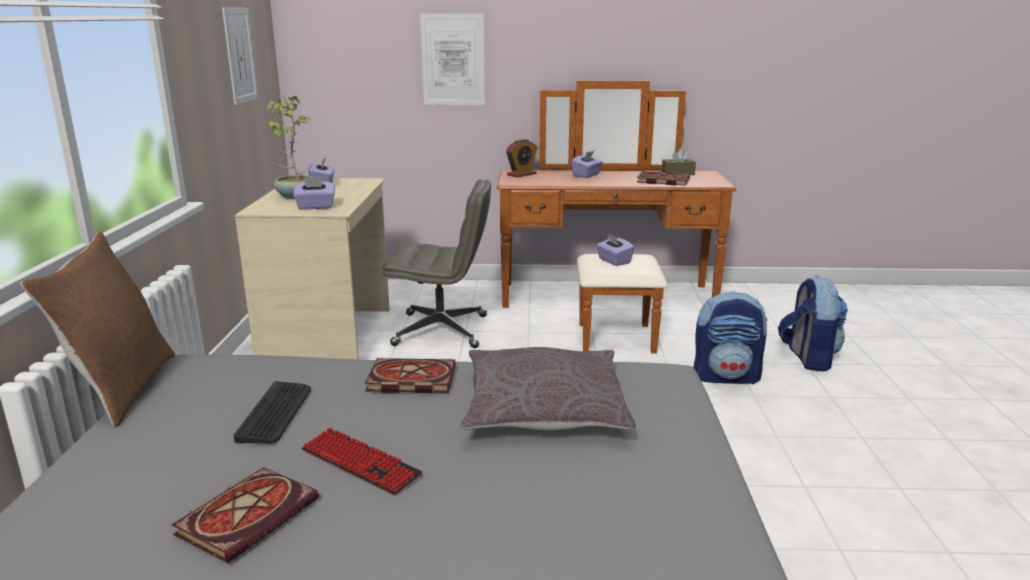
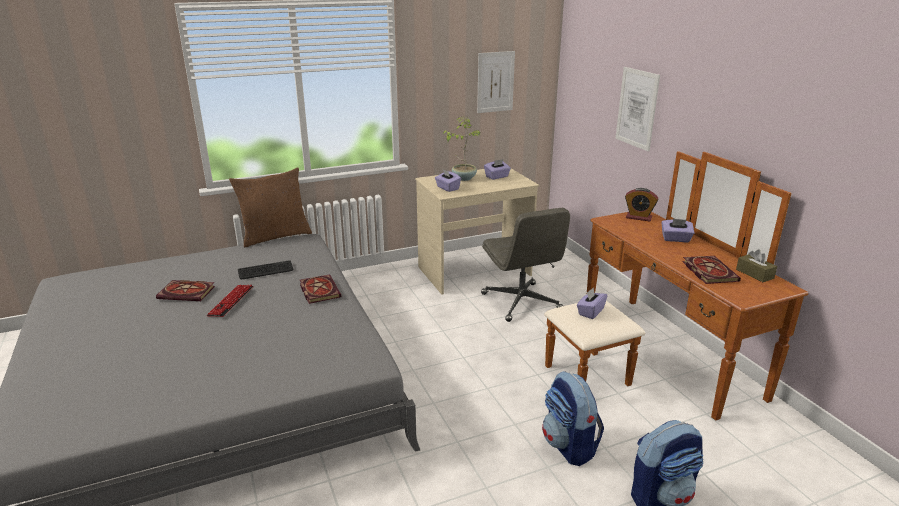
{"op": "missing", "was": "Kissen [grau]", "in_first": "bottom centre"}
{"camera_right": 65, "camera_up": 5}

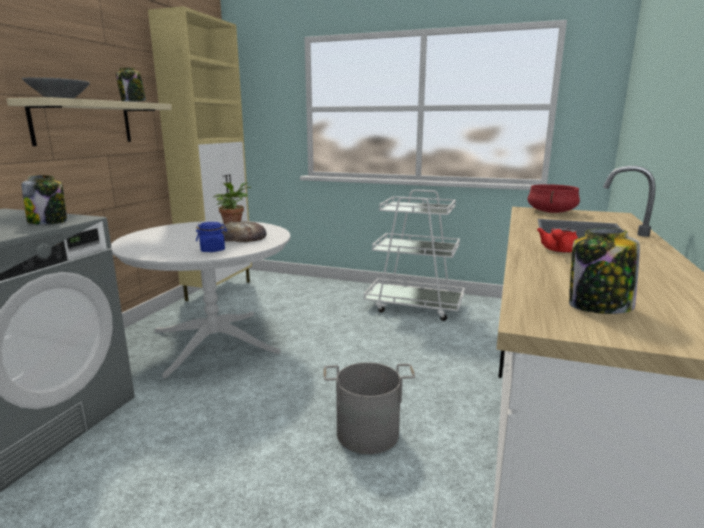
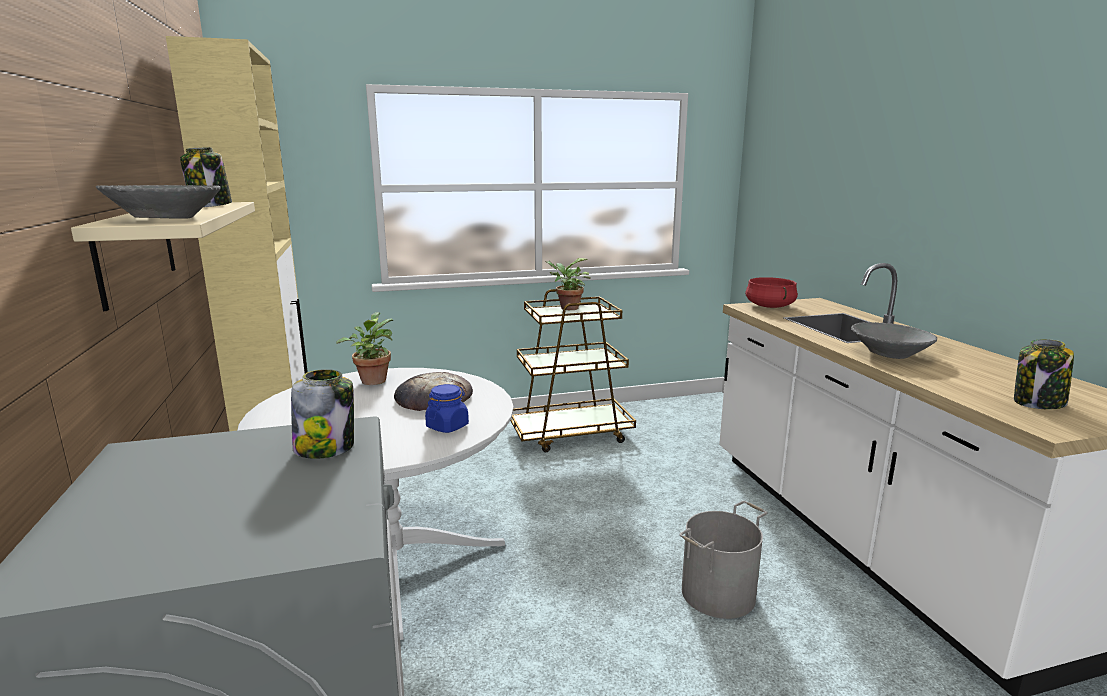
{"op": "colour", "was": "Rollwagen [weiß]", "now": "Rollwagen [braun]", "in_first": "centre", "in_second": "centre"}
{"op": "exchanged", "was": "Teekanne [rot]", "now": "Schüssel [grau] (no. 2 from left)", "in_first": "middle right", "in_second": "middle right"}
{"op": "appeared", "now": "Topfpflanze (no. 2 from left)", "in_second": "centre"}
{"camera_right": -35, "camera_up": 0}

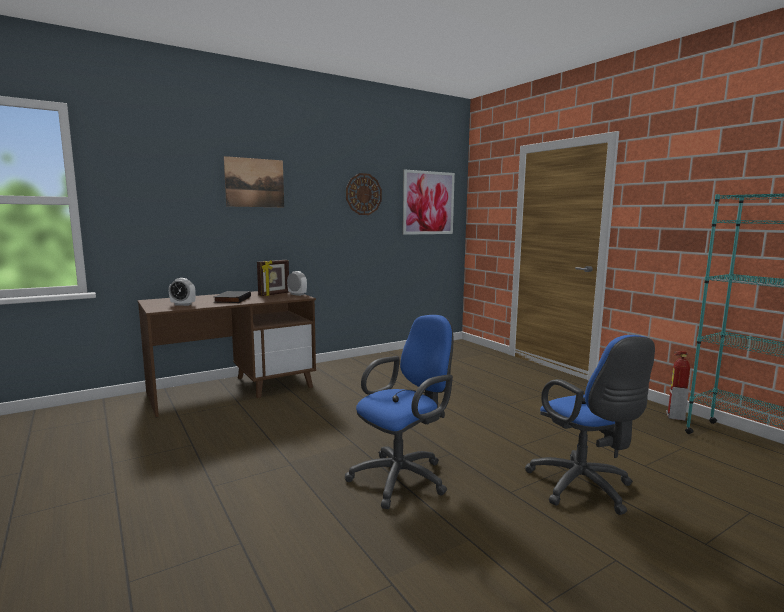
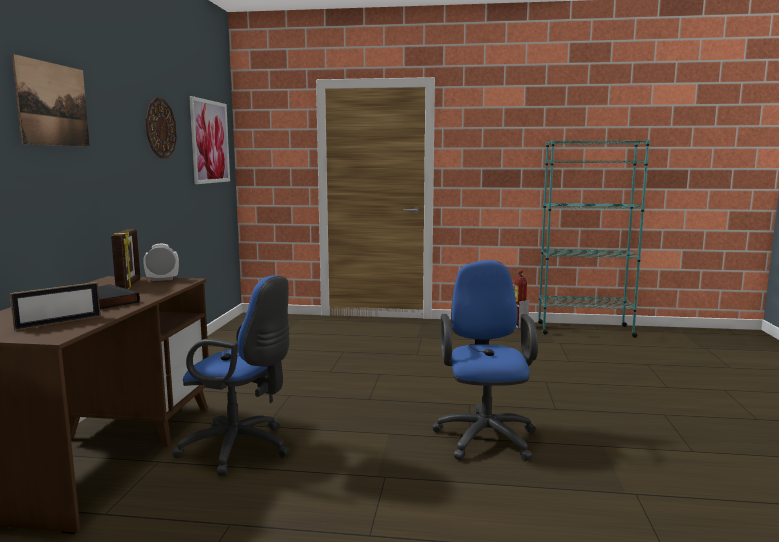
{"op": "exchanged", "was": "Wecker (no. 1 from left)", "now": "Bilderrahmen (no. 1 from left)", "in_first": "middle left", "in_second": "middle left"}
{"op": "relocated", "was": "Bürostuhl [blau] (no. 2 from left in the first image)", "now": "Bürostuhl [blau] (no. 1 from left)", "in_first": "bottom right", "in_second": "bottom left"}
{"camera_right": -50, "camera_up": 0}

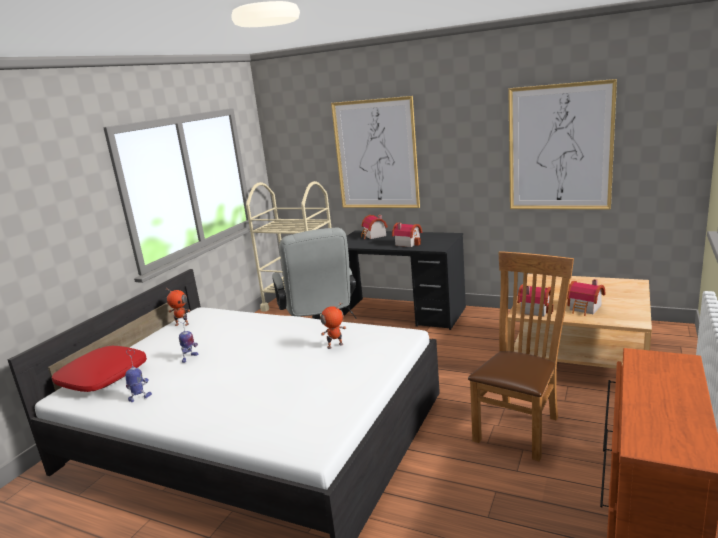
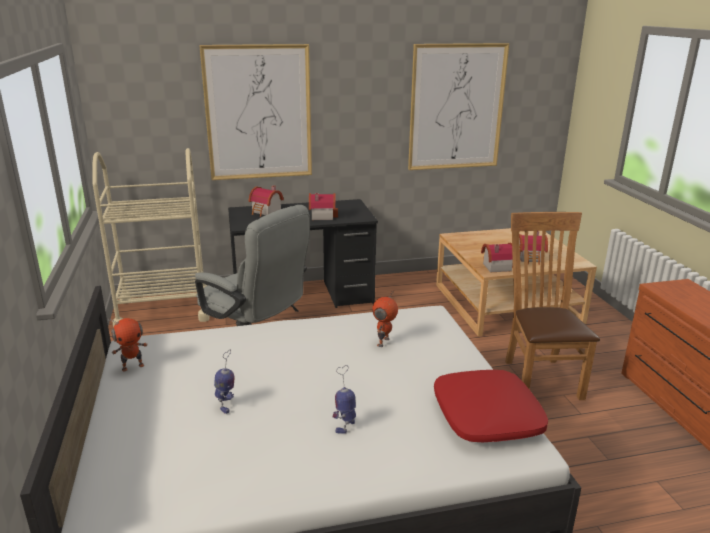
{"op": "relocated", "was": "Kissen [rot]", "in_first": "bottom left", "in_second": "bottom right"}
{"op": "relocated", "was": "Spielzeugroboter (no. 1 from left in the first image)", "now": "Spielzeugroboter (no. 3 from left)", "in_first": "bottom left", "in_second": "bottom centre"}
{"camera_right": -40, "camera_up": 5}

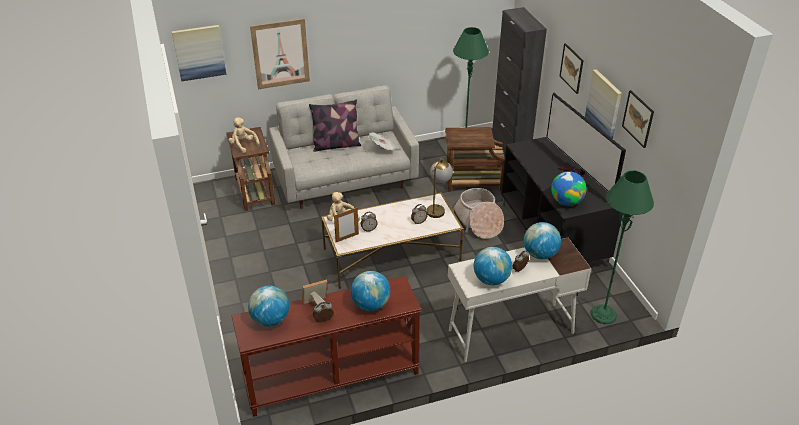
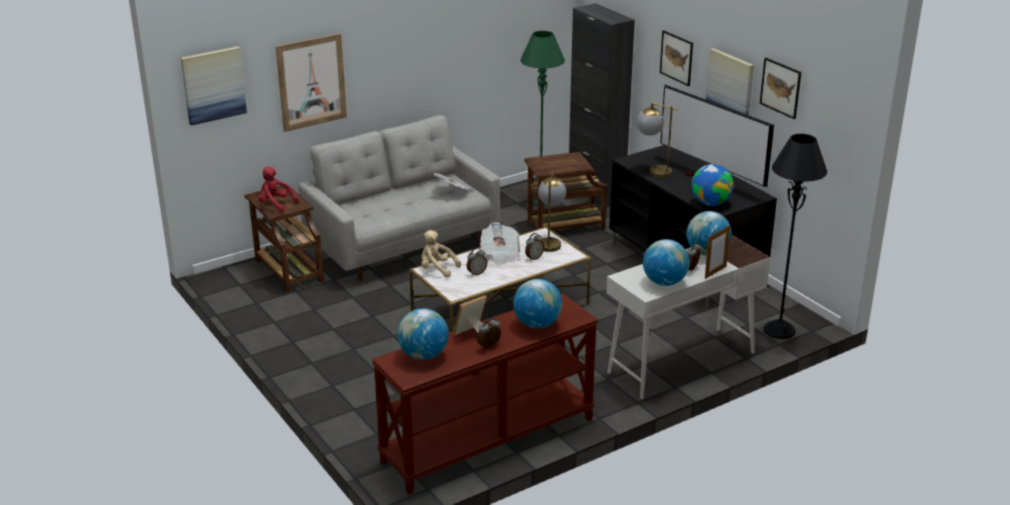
{"op": "colour", "was": "Plüschtier [beige] (no. 1 from left)", "now": "Plüschtier [rot]", "in_first": "top left", "in_second": "middle left"}
{"op": "missing", "was": "Kissen", "in_first": "top centre"}
{"op": "relocated", "was": "Bilderrahmen (no. 2 from left)", "in_first": "centre", "in_second": "middle right"}
{"op": "missing", "was": "Korb", "in_first": "centre"}
{"op": "colour", "was": "Stehlampe [grün] (no. 2 from left)", "now": "Stehlampe [schwarz]", "in_first": "middle right", "in_second": "middle right"}
{"op": "appeared", "now": "Zeitung (no. 2 from left)", "in_second": "centre"}
{"op": "appeared", "now": "Tischlampe (no. 2 from left)", "in_second": "top centre"}
{"camera_right": -15, "camera_up": -10}

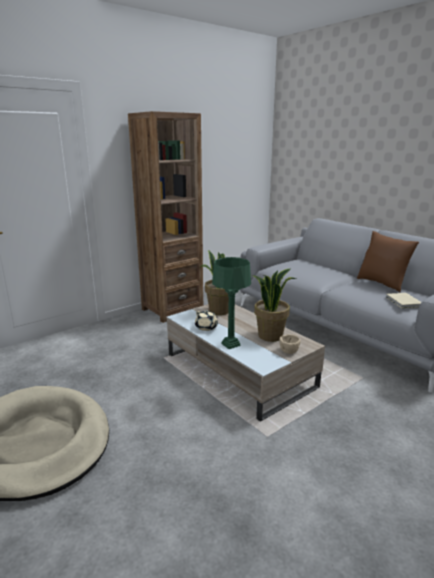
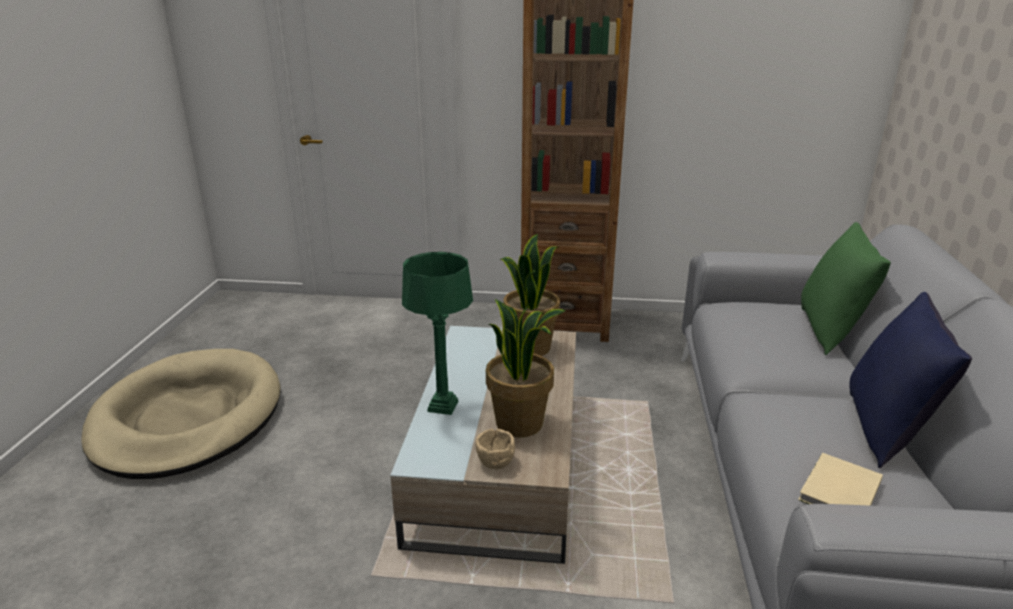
{"op": "missing", "was": "Teekanne [beige]", "in_first": "centre"}
{"op": "colour", "was": "Kissen [braun]", "now": "Kissen [blau]", "in_first": "middle right", "in_second": "middle right"}
{"op": "appeared", "now": "Kissen [grün]", "in_second": "middle right"}
{"camera_right": 45, "camera_up": 5}

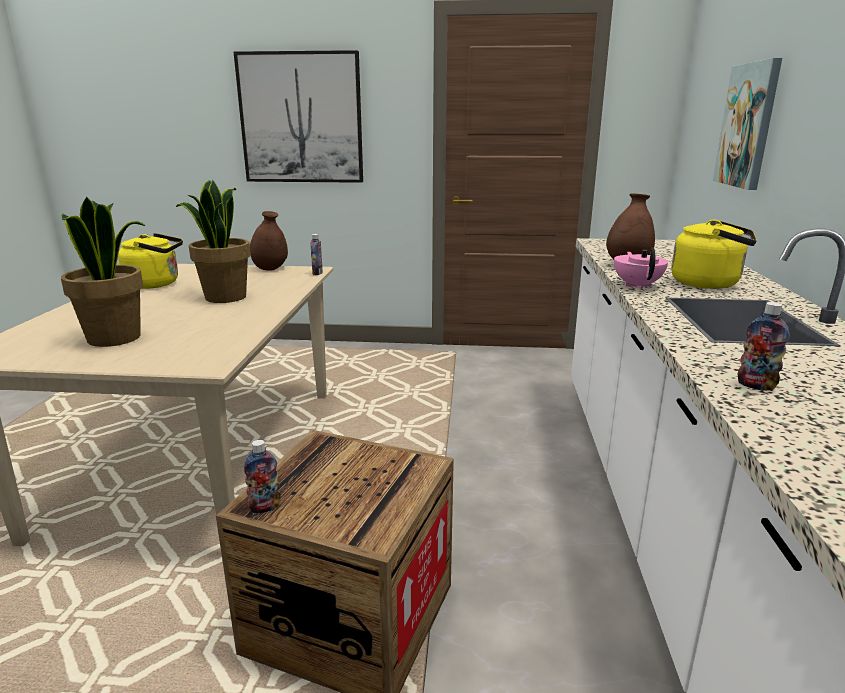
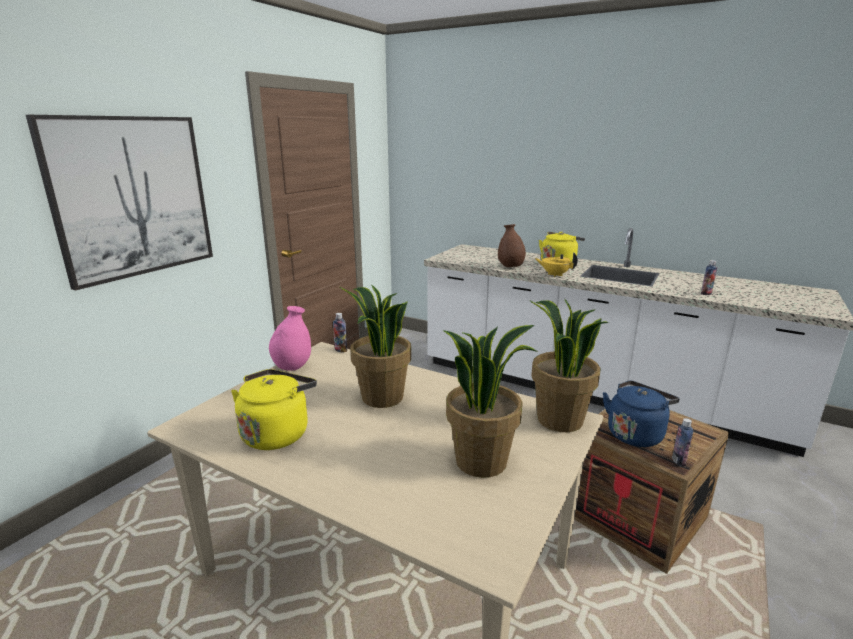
{"op": "colour", "was": "Vase [braun] (no. 1 from left)", "now": "Vase [rosa]", "in_first": "middle left", "in_second": "centre"}
{"op": "colour", "was": "Teekanne [rosa]", "now": "Teekanne [gelb]", "in_first": "middle right", "in_second": "centre"}
{"op": "missing", "was": "Bild (no. 2 from left)", "in_first": "top right"}
{"op": "appeared", "now": "Topfpflanze (no. 3 from left)", "in_second": "middle right"}
{"op": "appeared", "now": "Wasserkessel [blau]", "in_second": "middle right"}
{"camera_right": -65, "camera_up": 0}

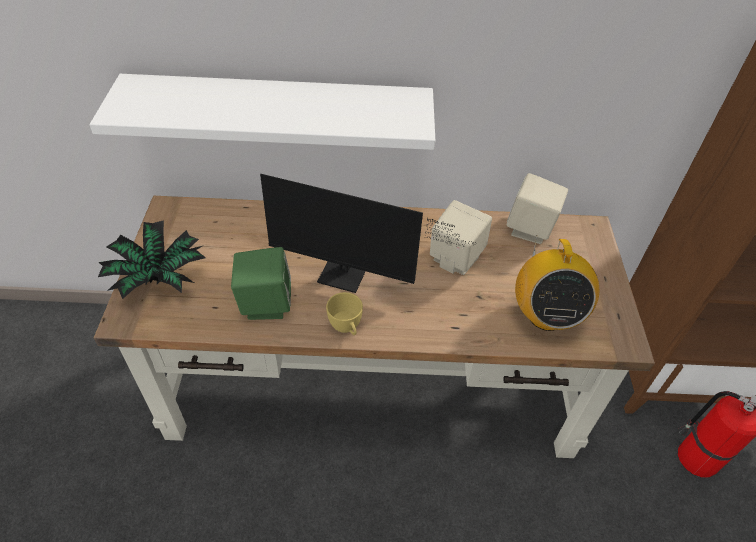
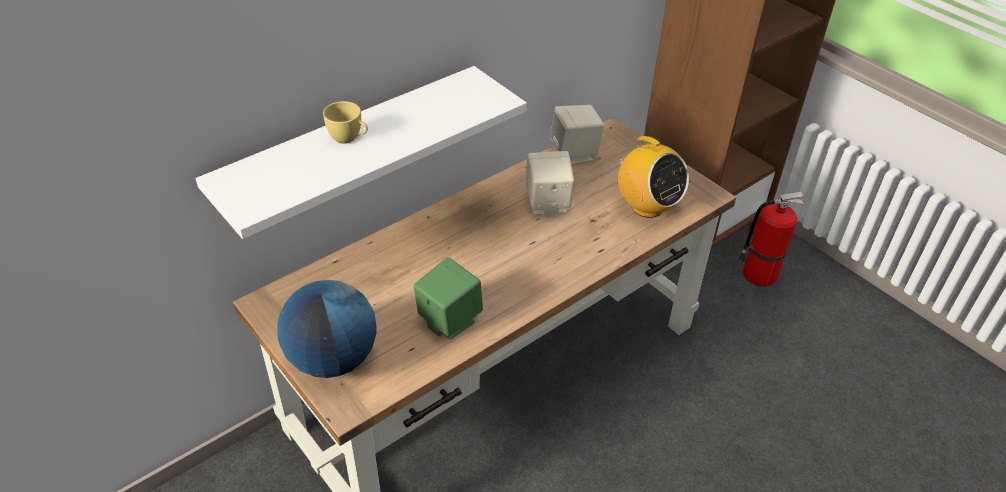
{"op": "exchanged", "was": "Topfpflanze", "now": "Globus", "in_first": "middle left", "in_second": "bottom left"}
{"op": "missing", "was": "Monitor", "in_first": "centre"}
{"op": "relocated", "was": "Tasse [gelb]", "in_first": "centre", "in_second": "top centre"}
{"camera_right": -40, "camera_up": -5}

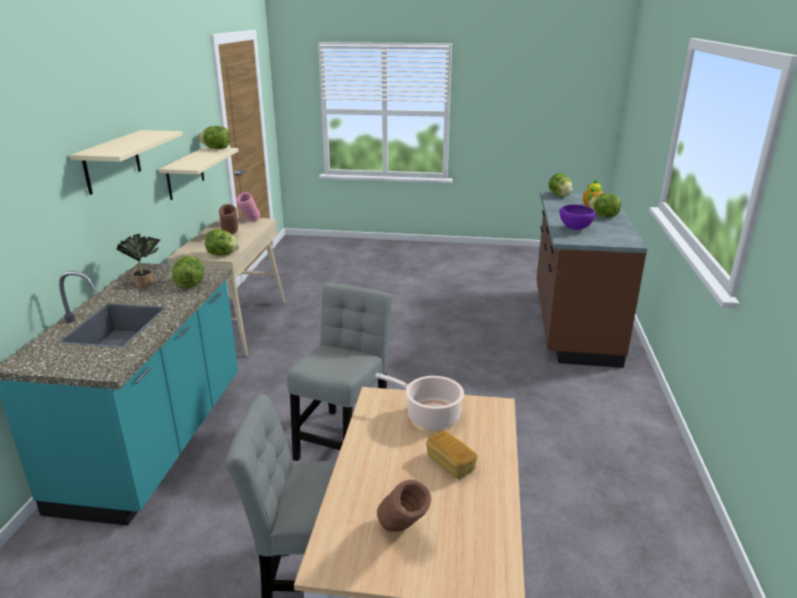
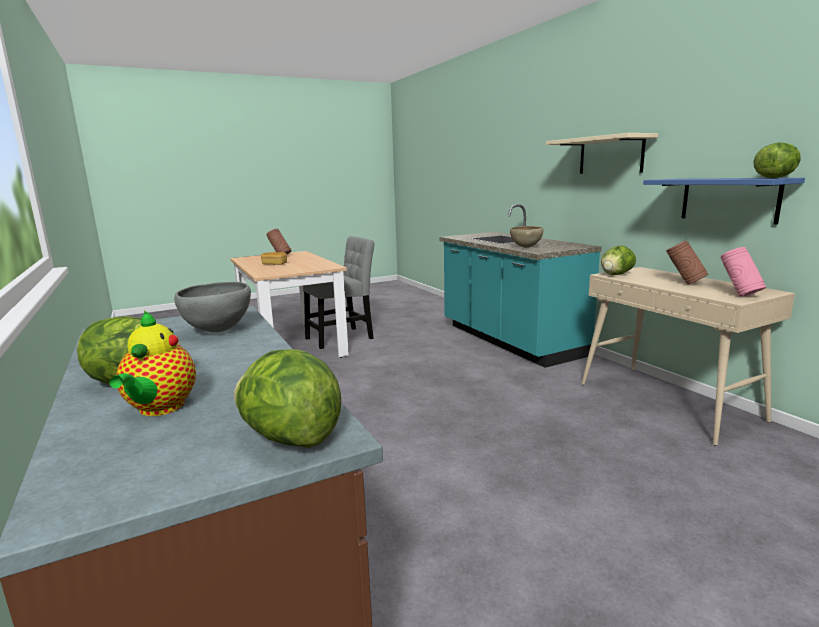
{"op": "missing", "was": "Topfpflanze", "in_first": "middle left"}
{"op": "colour", "was": "Wandregal [beige] (no. 2 from left)", "now": "Wandregal [blau]", "in_first": "top left", "in_second": "top right"}
{"op": "exchanged", "was": "Salatkopf (no. 1 from left)", "now": "Schüssel [braun]", "in_first": "middle left", "in_second": "centre"}
{"op": "missing", "was": "Stuhl [grau] (no. 2 from left)", "in_first": "centre"}
{"op": "missing", "was": "Kochtopf", "in_first": "bottom centre"}
{"op": "colour", "was": "Schüssel [lila]", "now": "Schüssel [grau]", "in_first": "middle right", "in_second": "middle left"}
{"camera_right": 145, "camera_up": -10}

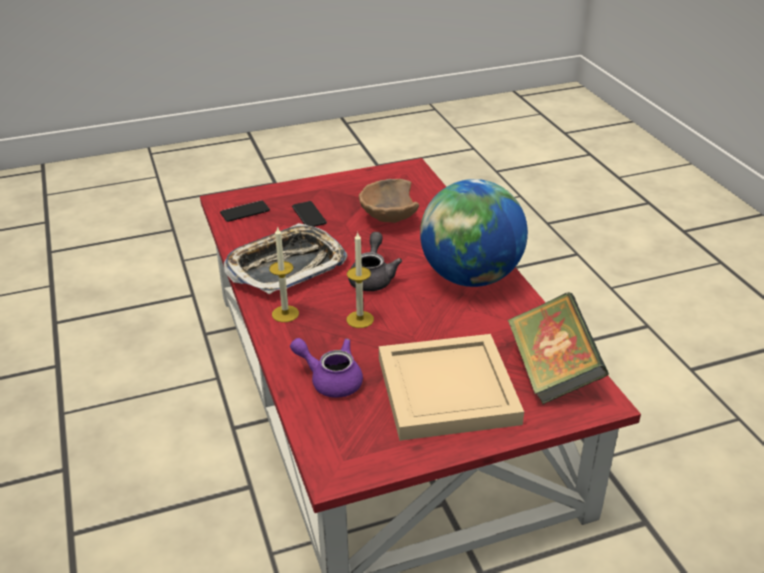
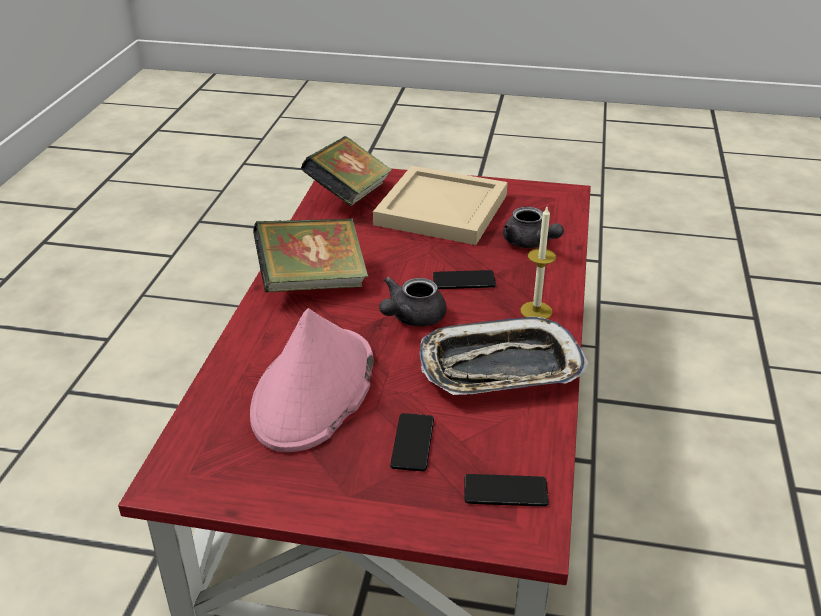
{"op": "colour", "was": "Teekanne [lila]", "now": "Teekanne [grau] (no. 2 from left)", "in_first": "centre", "in_second": "centre"}
{"op": "exchanged", "was": "Kerze (no. 2 from left)", "now": "Handy (no. 2 from left)", "in_first": "centre", "in_second": "centre"}
{"op": "exchanged", "was": "Schüssel [braun]", "now": "Hut [rosa]", "in_first": "centre", "in_second": "centre"}
{"op": "exchanged", "was": "Globus", "now": "Buch (no. 1 from left)", "in_first": "centre", "in_second": "centre"}
{"camera_right": -150, "camera_up": 0}

